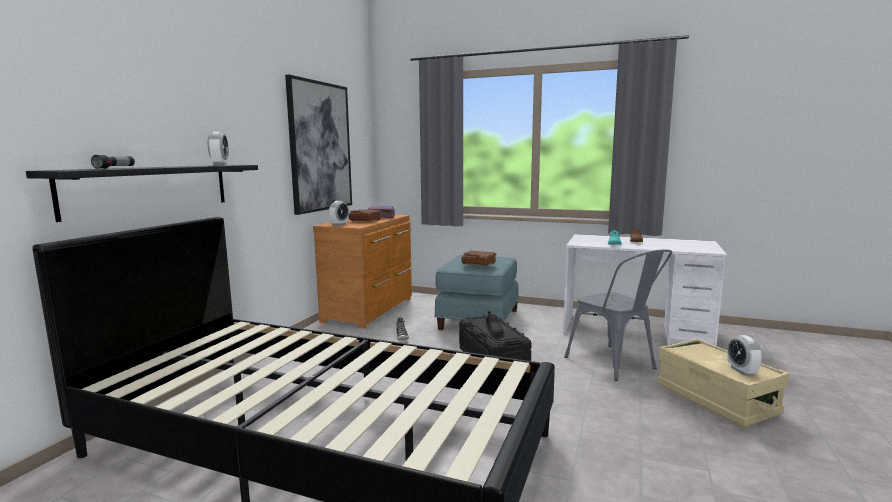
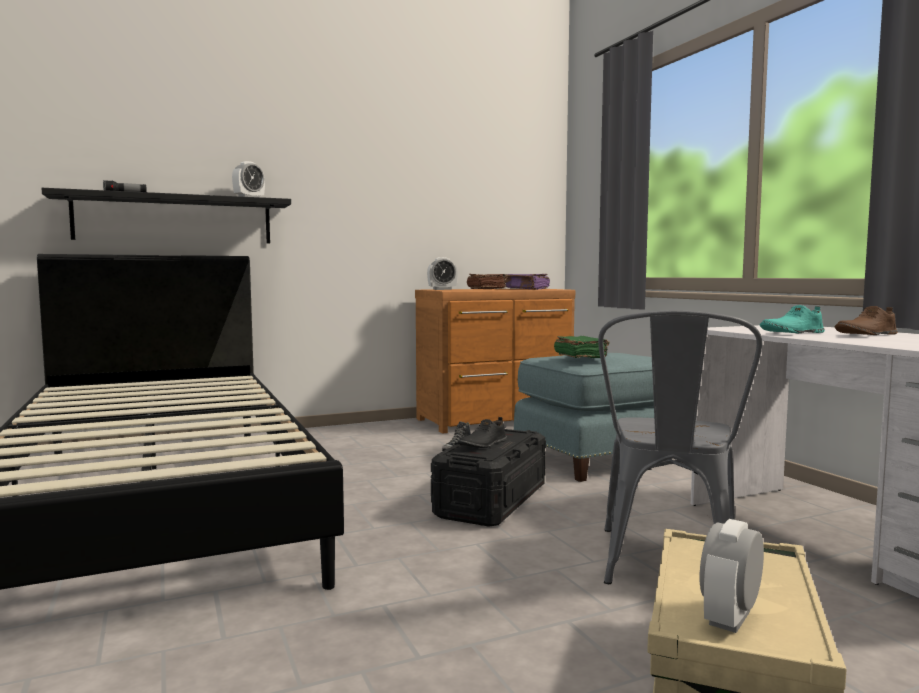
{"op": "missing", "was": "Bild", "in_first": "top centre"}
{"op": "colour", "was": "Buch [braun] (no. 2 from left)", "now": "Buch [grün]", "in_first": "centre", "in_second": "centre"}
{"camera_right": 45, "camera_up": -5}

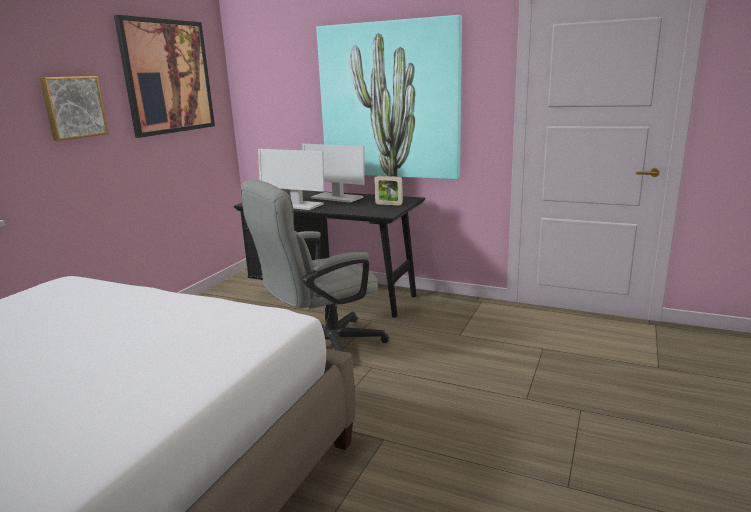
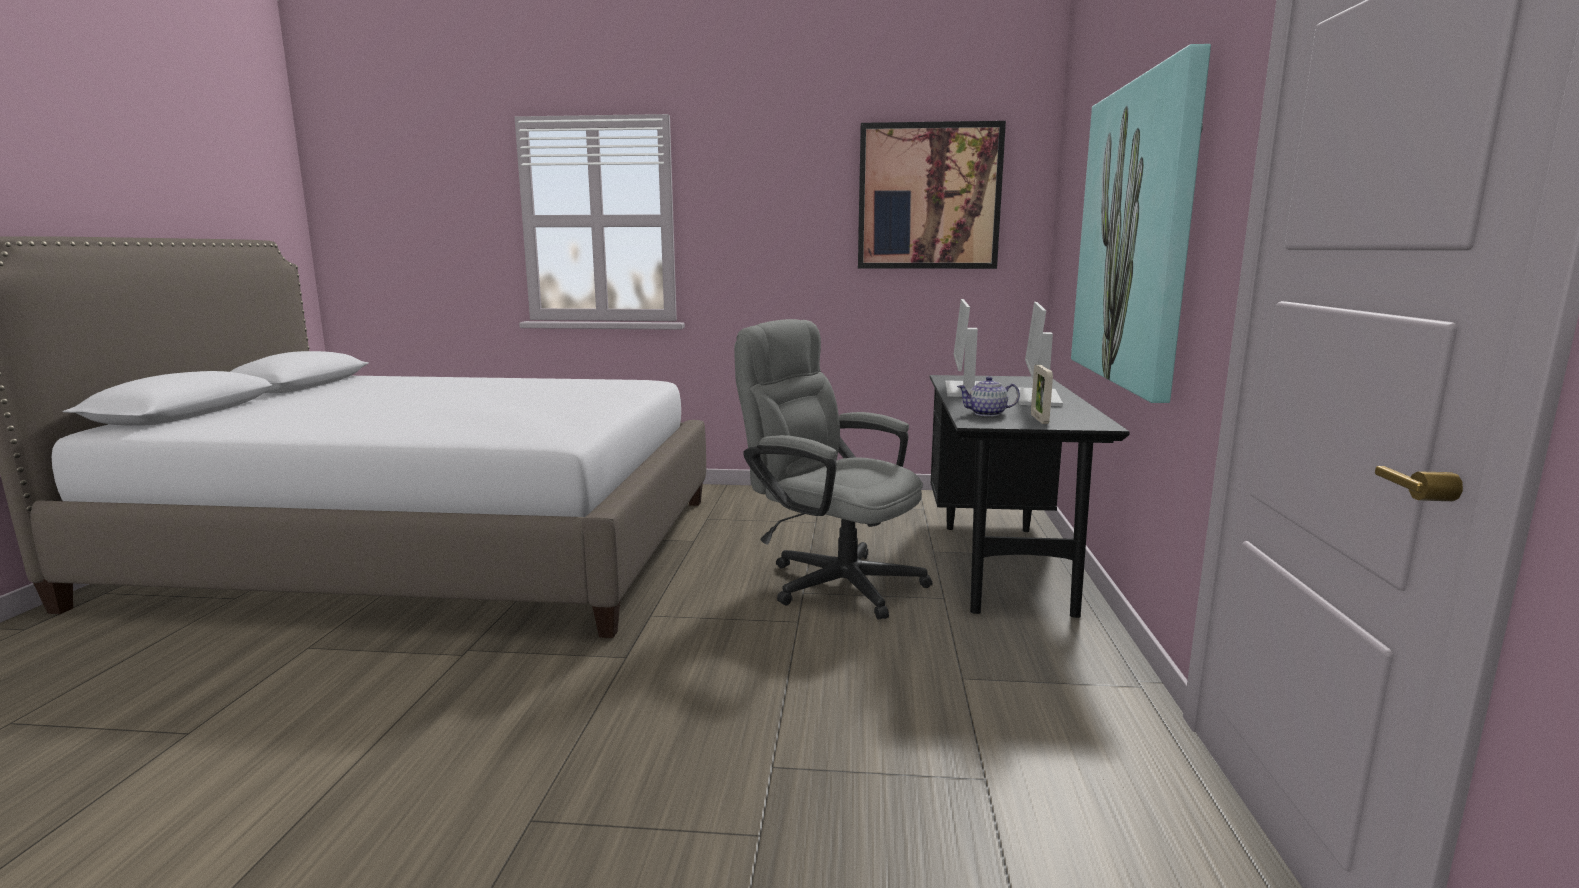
{"op": "missing", "was": "Bild (no. 1 from left)", "in_first": "top left"}
{"op": "appeared", "now": "Teekanne", "in_second": "centre"}
{"camera_right": 70, "camera_up": -5}

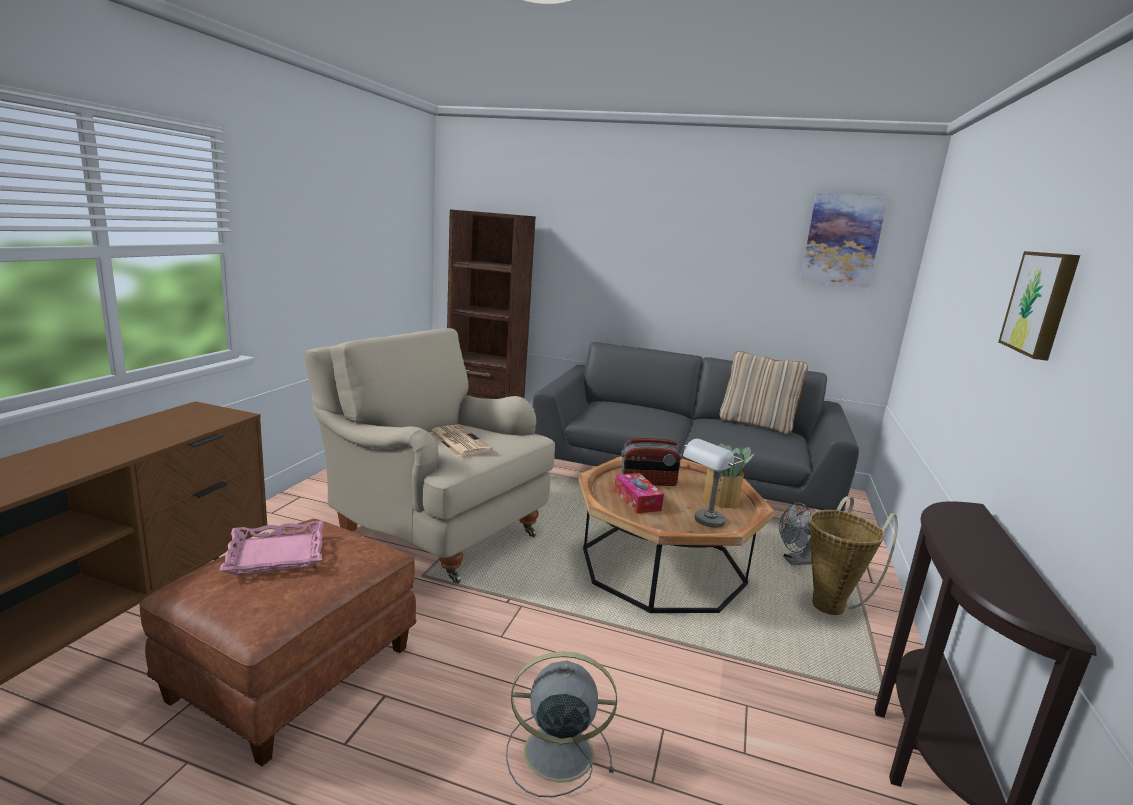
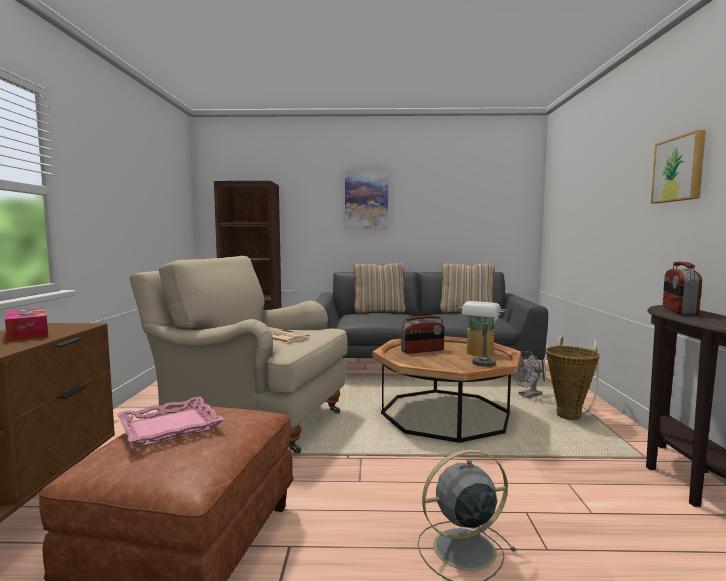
{"op": "relocated", "was": "Taschentuchbox", "in_first": "centre", "in_second": "middle left"}
{"op": "relocated", "was": "Bild (no. 1 from left)", "in_first": "top right", "in_second": "centre"}
{"op": "appeared", "now": "Kissen [beige] (no. 1 from left)", "in_second": "centre"}
{"op": "appeared", "now": "Radio (no. 2 from left)", "in_second": "middle right"}
{"camera_right": -15, "camera_up": -10}

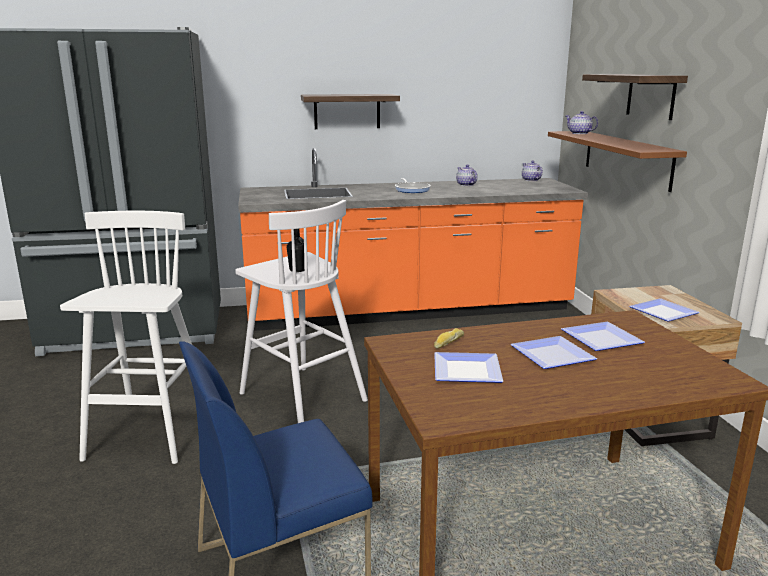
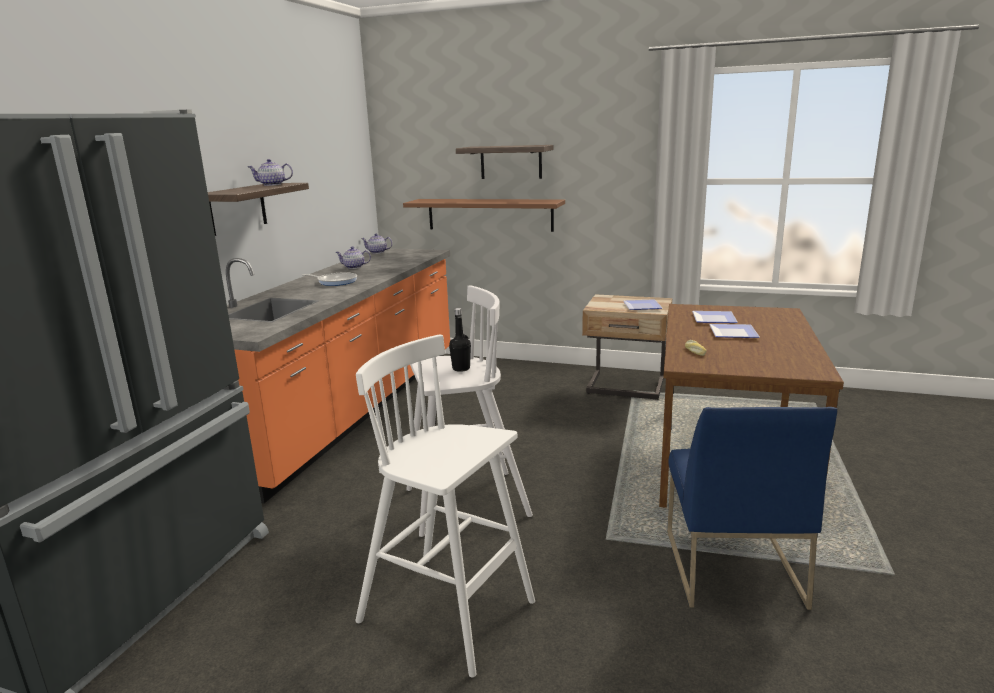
{"op": "missing", "was": "Teller (no. 1 from left)", "in_first": "centre"}
{"op": "relocated", "was": "Teekanne (no. 3 from left in the first image)", "now": "Teekanne (no. 1 from left)", "in_first": "top right", "in_second": "top left"}
{"camera_right": -60, "camera_up": 0}

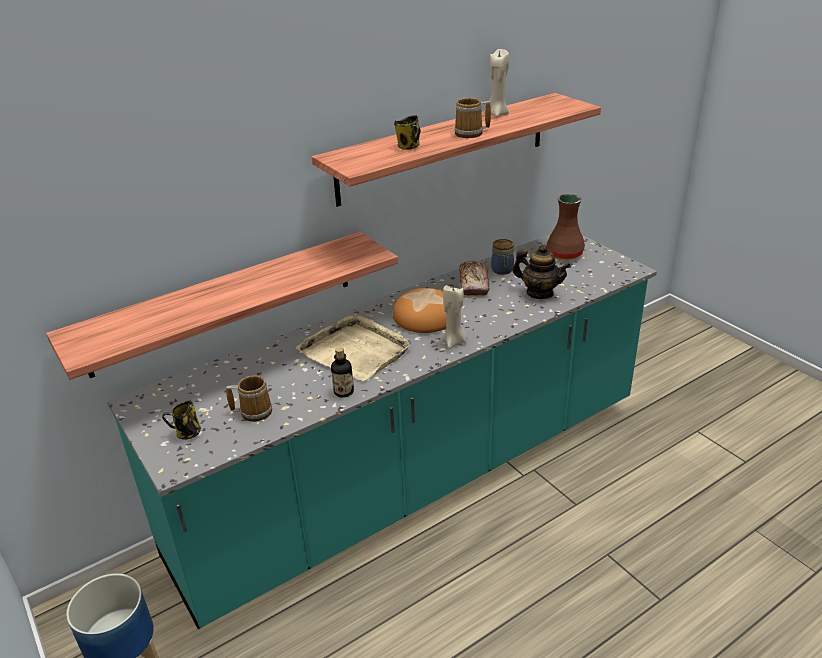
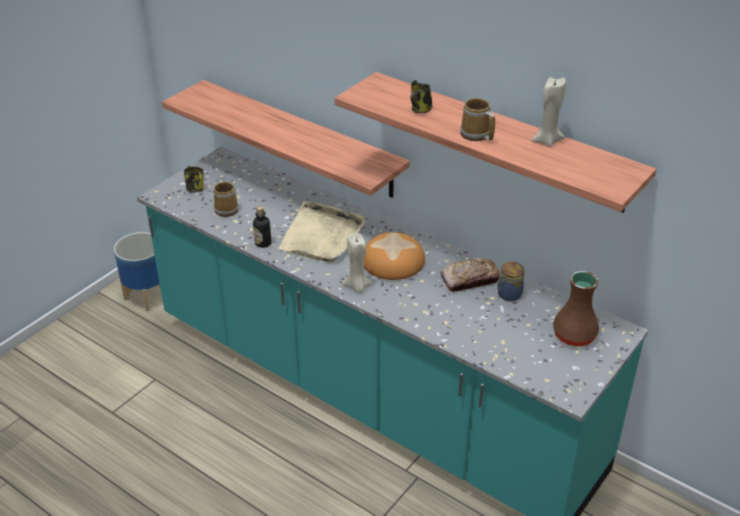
{"op": "missing", "was": "Teekanne", "in_first": "centre"}
{"camera_right": 70, "camera_up": 5}

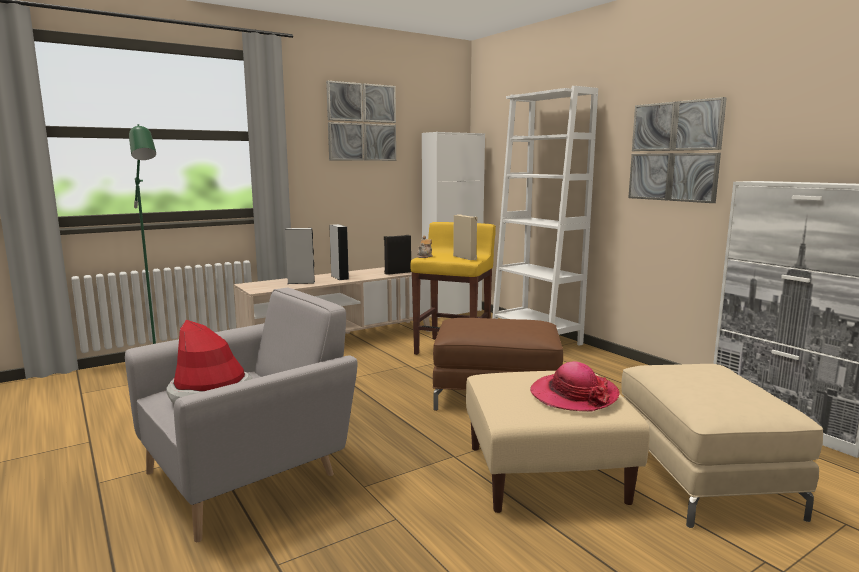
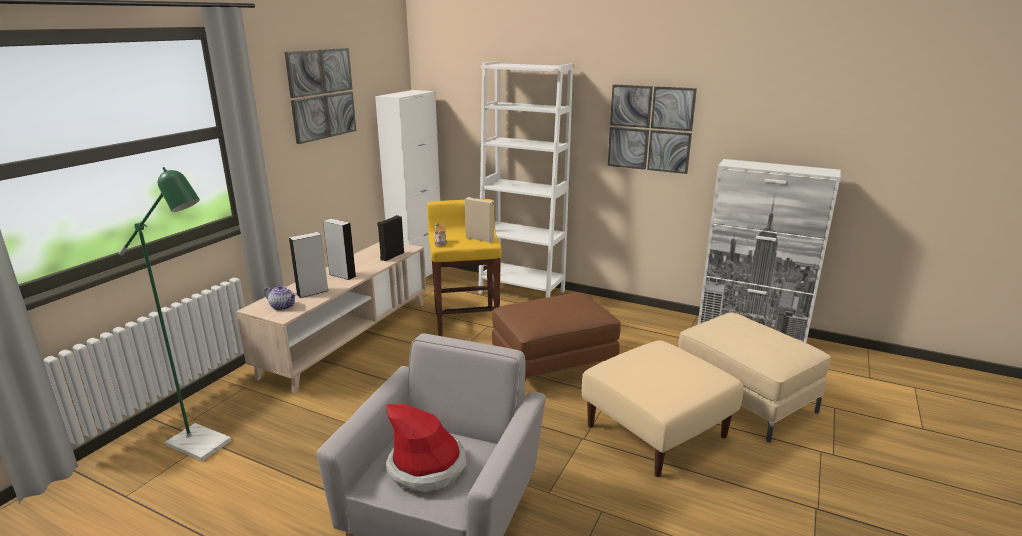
{"op": "missing", "was": "Hut (no. 2 from left)", "in_first": "bottom right"}
{"op": "appeared", "now": "Teekanne (no. 1 from left)", "in_second": "middle left"}
{"camera_right": -30, "camera_up": 10}

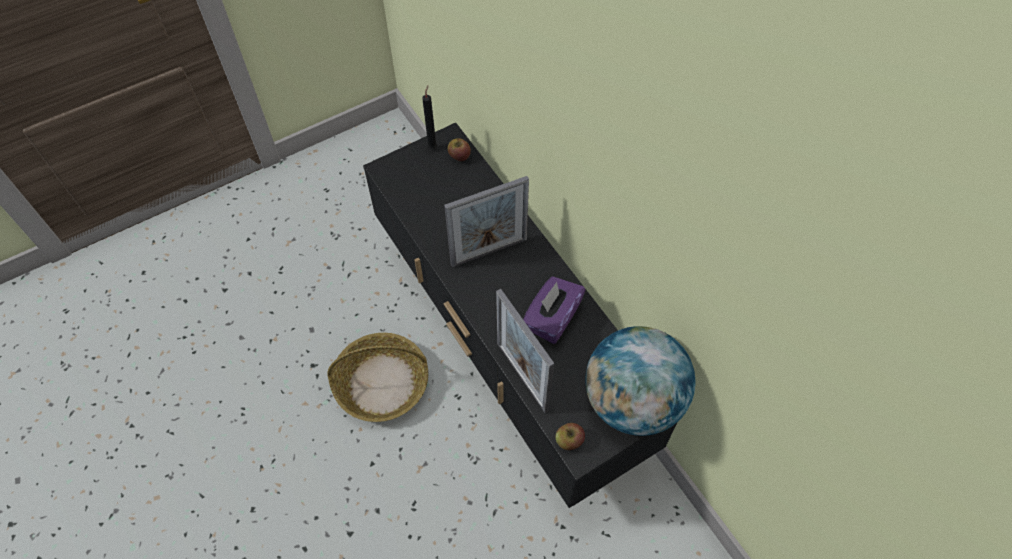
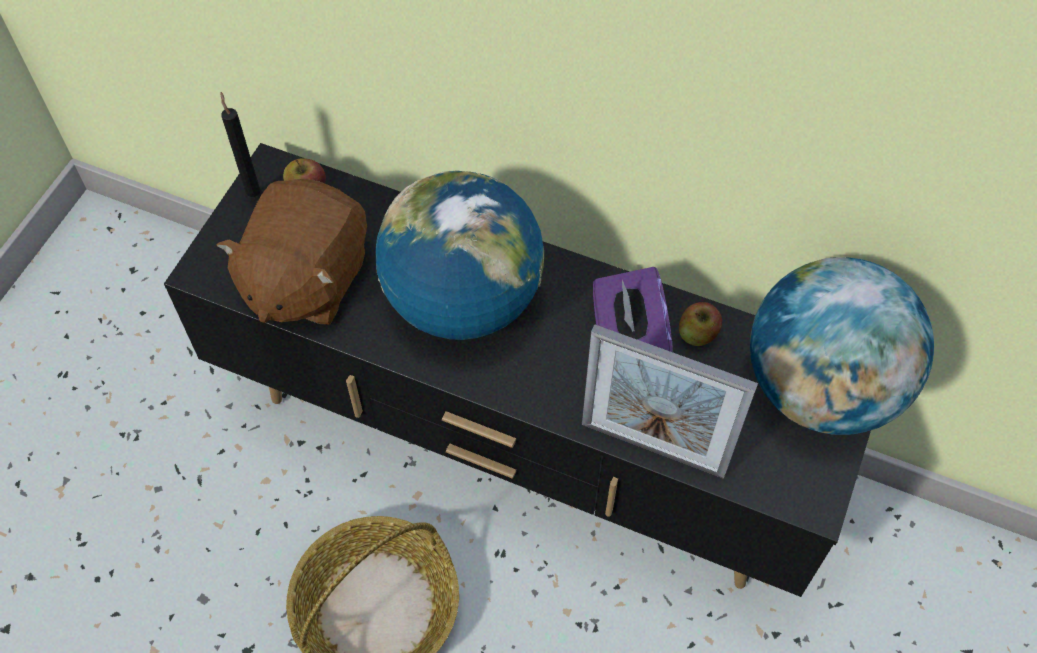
{"op": "exchanged", "was": "Bilderrahmen (no. 1 from left)", "now": "Globus (no. 1 from left)", "in_first": "centre", "in_second": "centre"}
{"op": "relocated", "was": "Apfel (no. 2 from left)", "in_first": "bottom centre", "in_second": "middle right"}
{"op": "appeared", "now": "Plüschtier [braun]", "in_second": "middle left"}
{"camera_right": -35, "camera_up": 0}

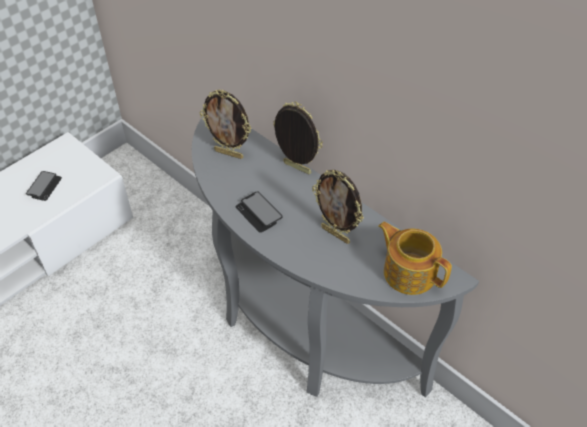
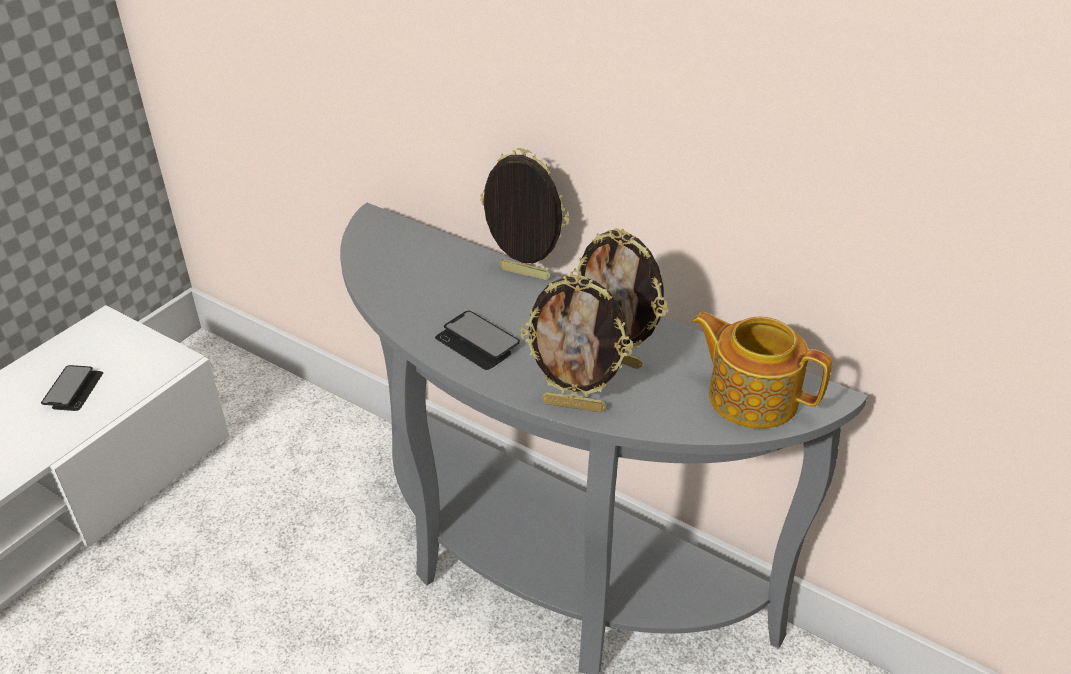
{"op": "relocated", "was": "Bilderrahmen (no. 1 from left in the first image)", "now": "Bilderrahmen (no. 2 from left)", "in_first": "top centre", "in_second": "centre"}
{"camera_right": -10, "camera_up": -10}

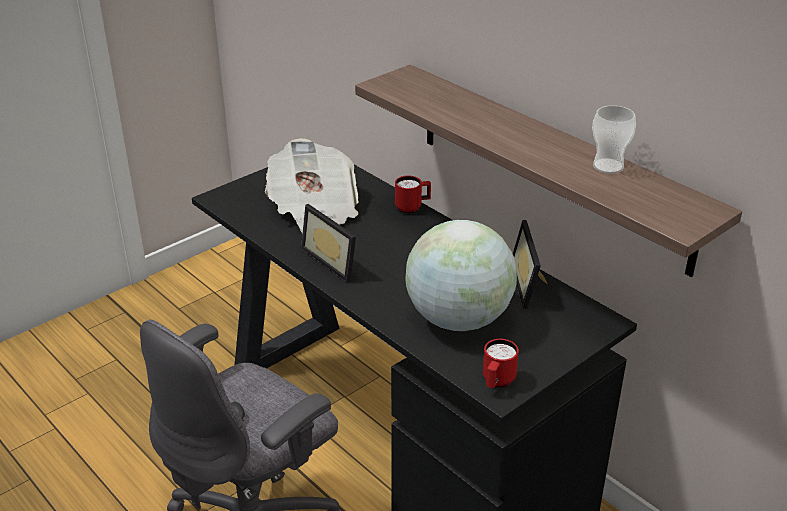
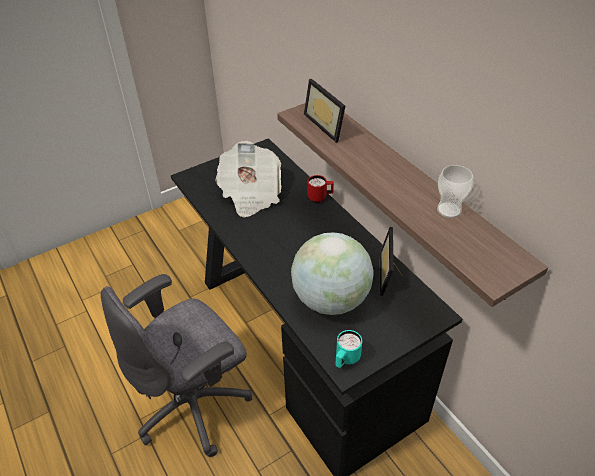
{"op": "relocated", "was": "Bilderrahmen (no. 1 from left)", "in_first": "centre", "in_second": "top centre"}
{"op": "colour", "was": "Henkelbecher [rot] (no. 2 from left)", "now": "Henkelbecher [türkis]", "in_first": "bottom centre", "in_second": "bottom centre"}
{"camera_right": 10, "camera_up": 10}

